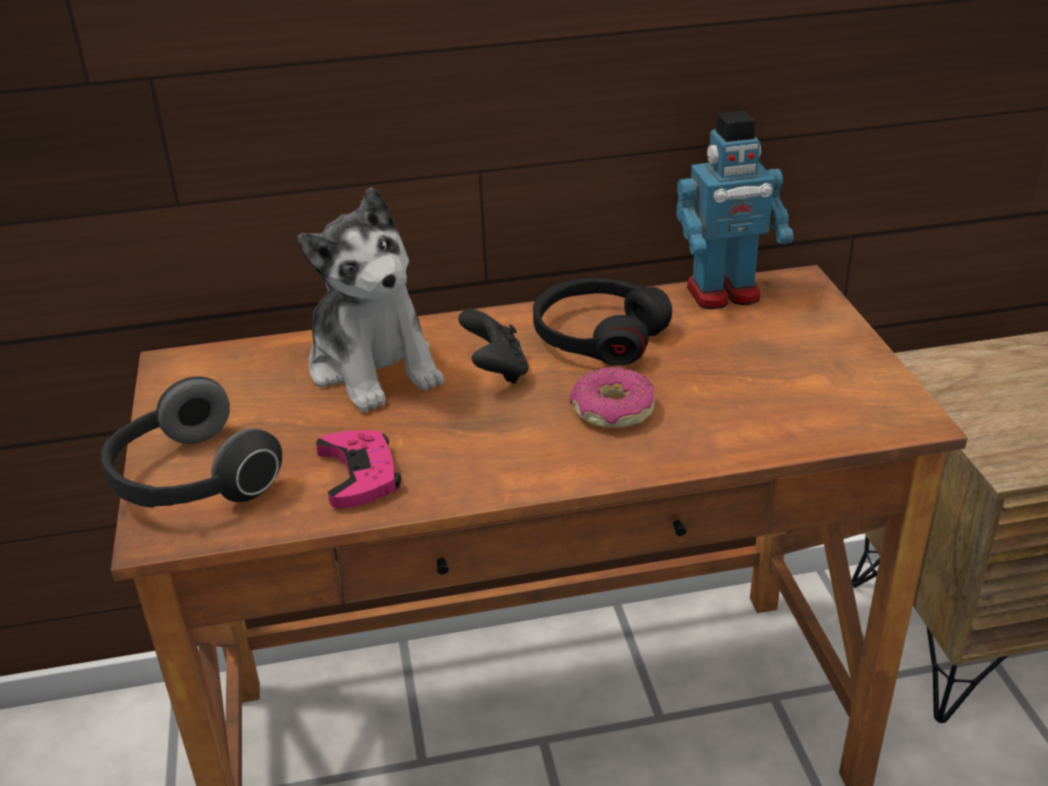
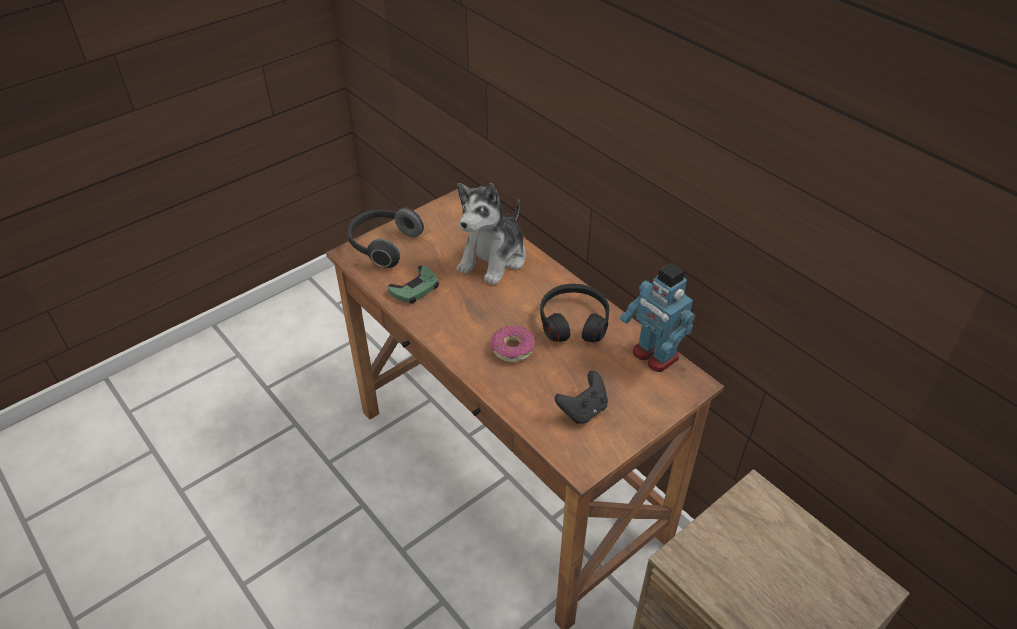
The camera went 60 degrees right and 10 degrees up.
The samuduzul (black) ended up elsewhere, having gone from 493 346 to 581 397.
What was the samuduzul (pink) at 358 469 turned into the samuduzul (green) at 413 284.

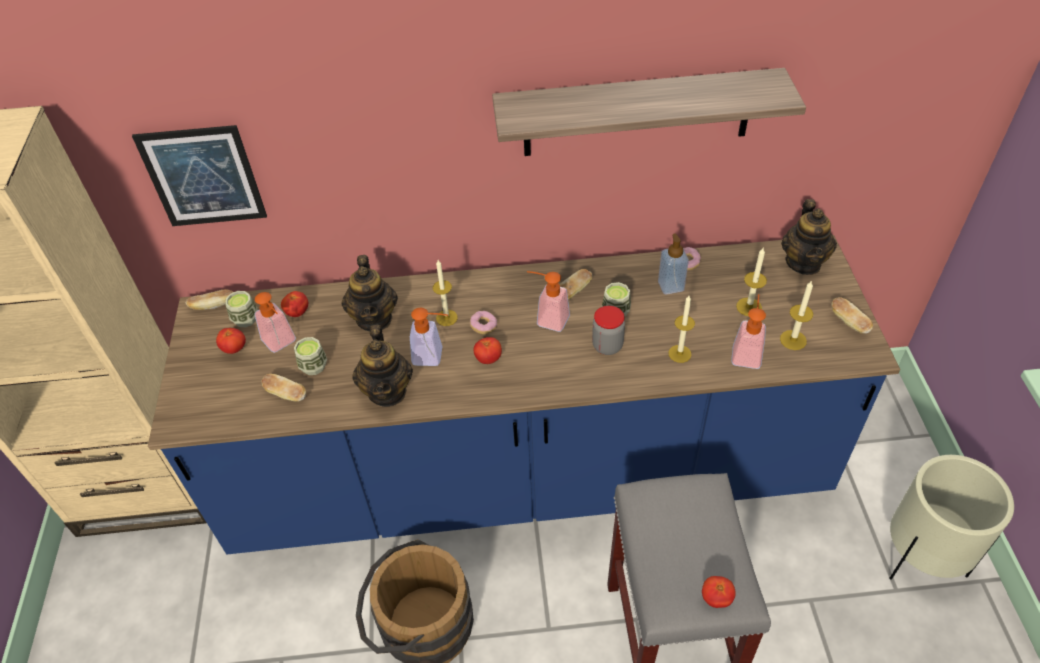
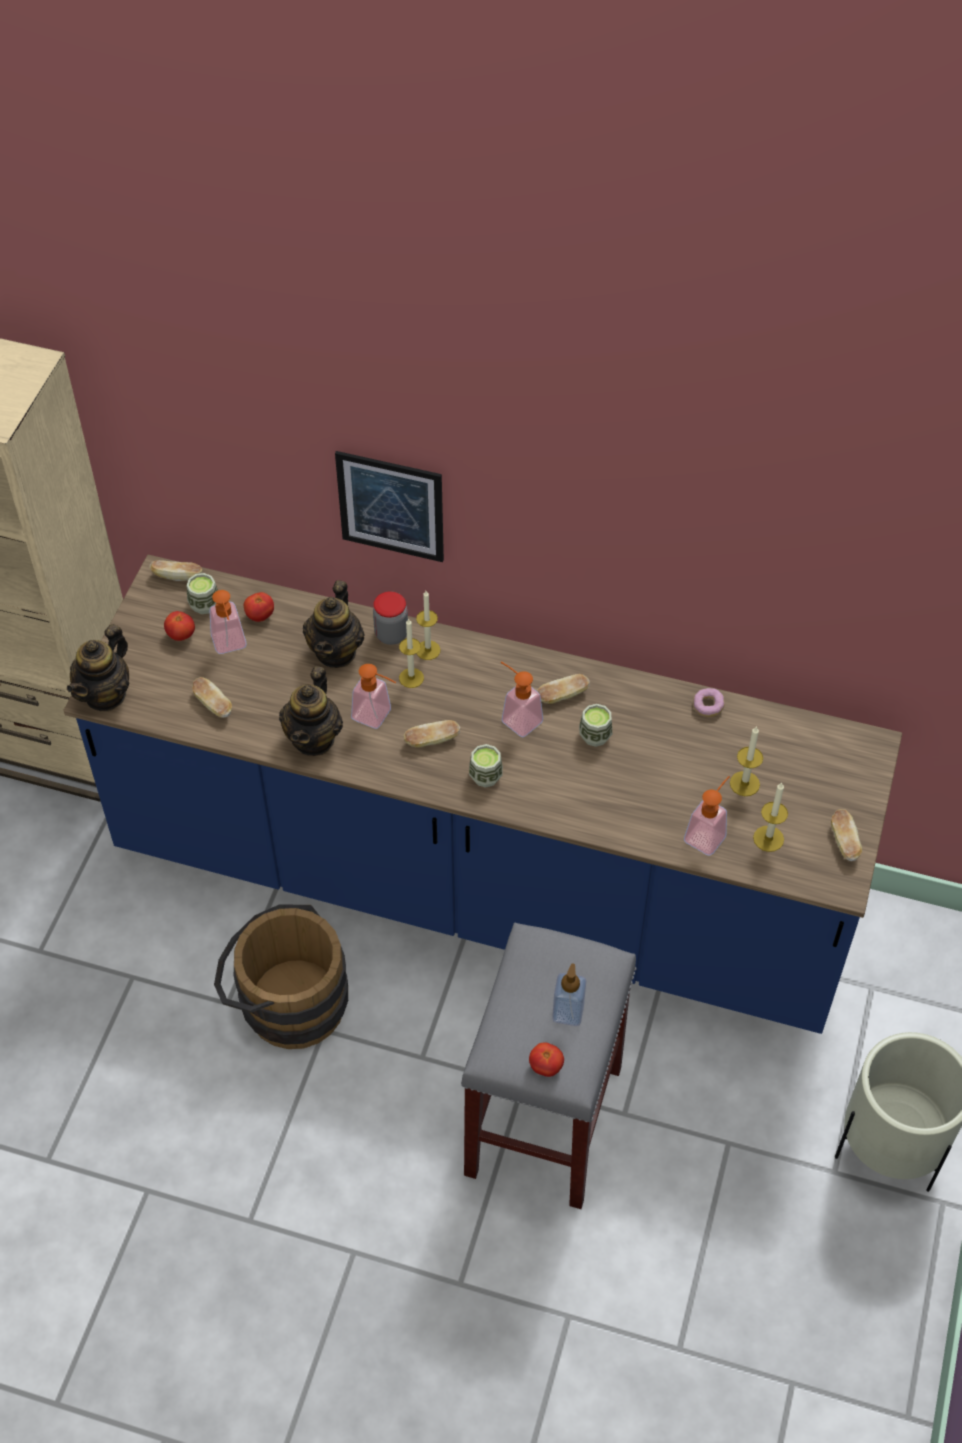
The camera went 20 degrees right and 5 degrees up.
The second view lost the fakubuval at 483 322.
The second view lost the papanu at 649 112.
The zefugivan ended up elsewhere, having gone from 199 175 to 389 506.
The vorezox ended up elsewhere, having gone from 310 356 to 486 766.
The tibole ended up elsewhere, having gone from 608 330 to 390 618.
The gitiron ended up elsewhere, having gone from 673 263 to 569 994.
The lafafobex ended up elsewhere, having gone from 681 329 to 428 625.
The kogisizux ended up elsewhere, having gone from 809 237 to 98 667.
Where the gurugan stood at 488 350, the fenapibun came to stand at 432 734.

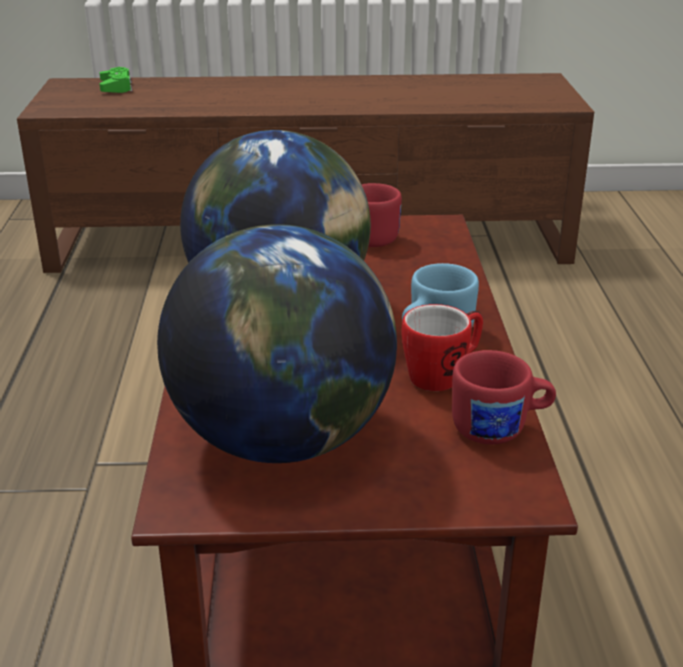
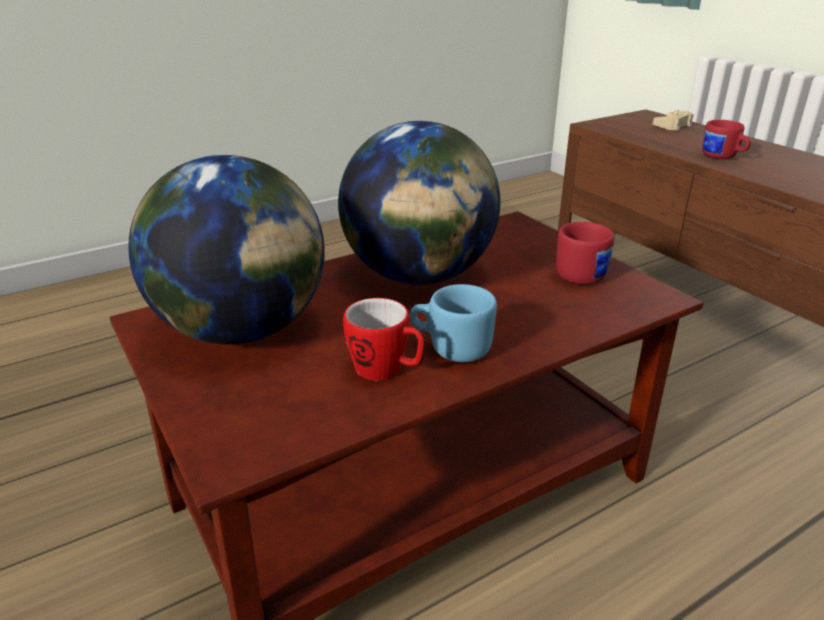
The camera went 60 degrees right and 0 degrees up.
The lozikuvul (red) ended up elsewhere, having gone from 504 397 to 726 139.
What was the samuduzul (green) at 116 80 turned into the samuduzul (beige) at 673 120.

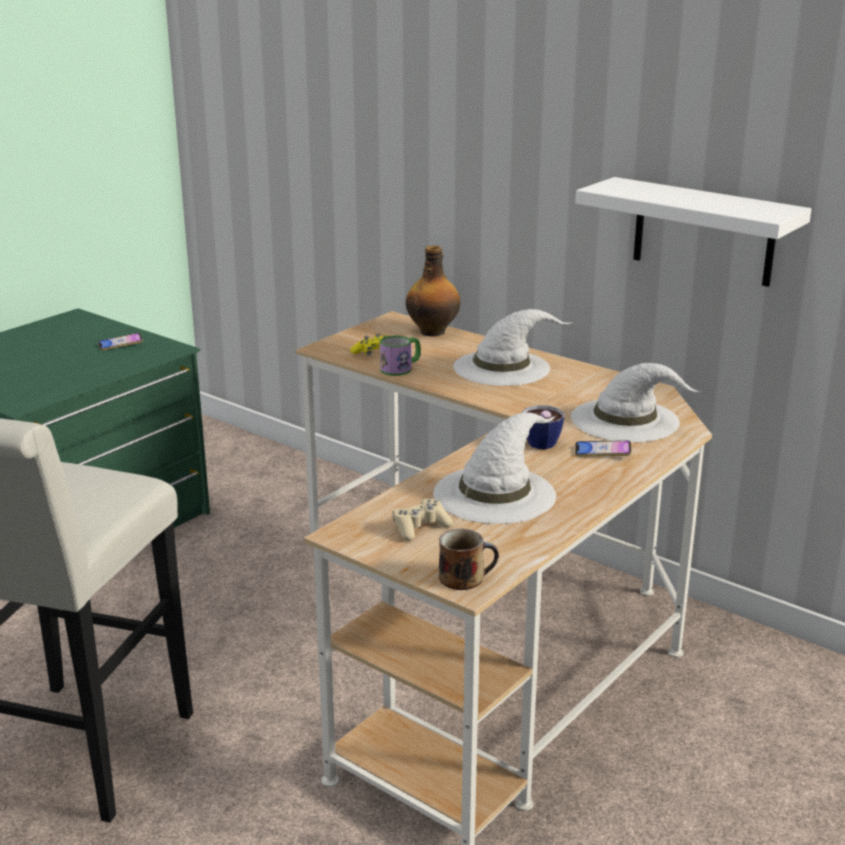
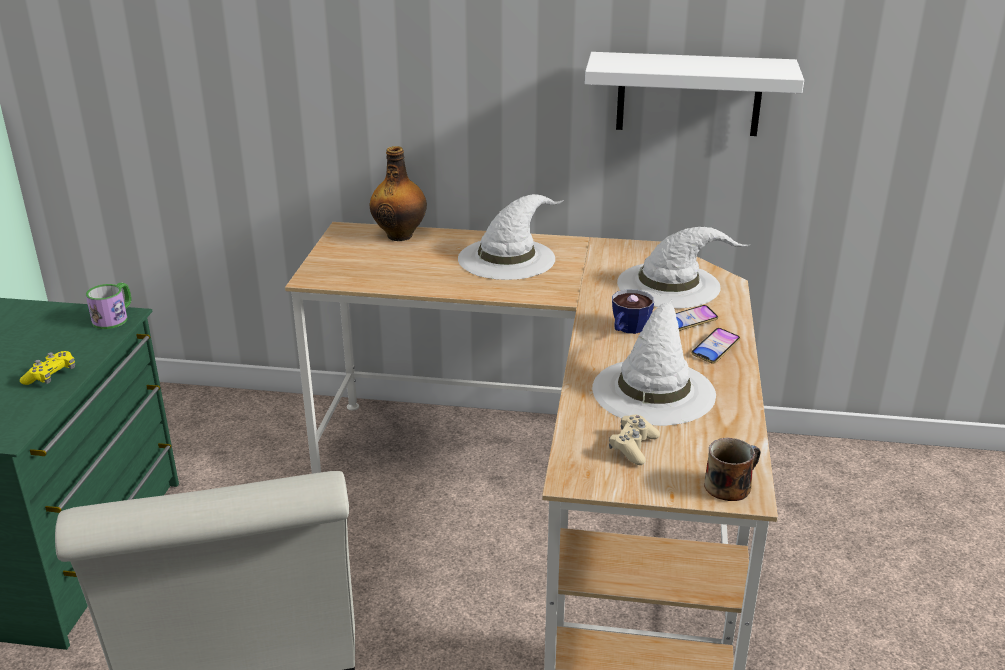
The camera went 30 degrees left and 5 degrees up.
The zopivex ended up elsewhere, having gone from 120 342 to 715 346.
The samuduzul (yellow) ended up elsewhere, having gone from 369 344 to 47 368.
The lozikuvul ended up elsewhere, having gone from 400 356 to 108 305.

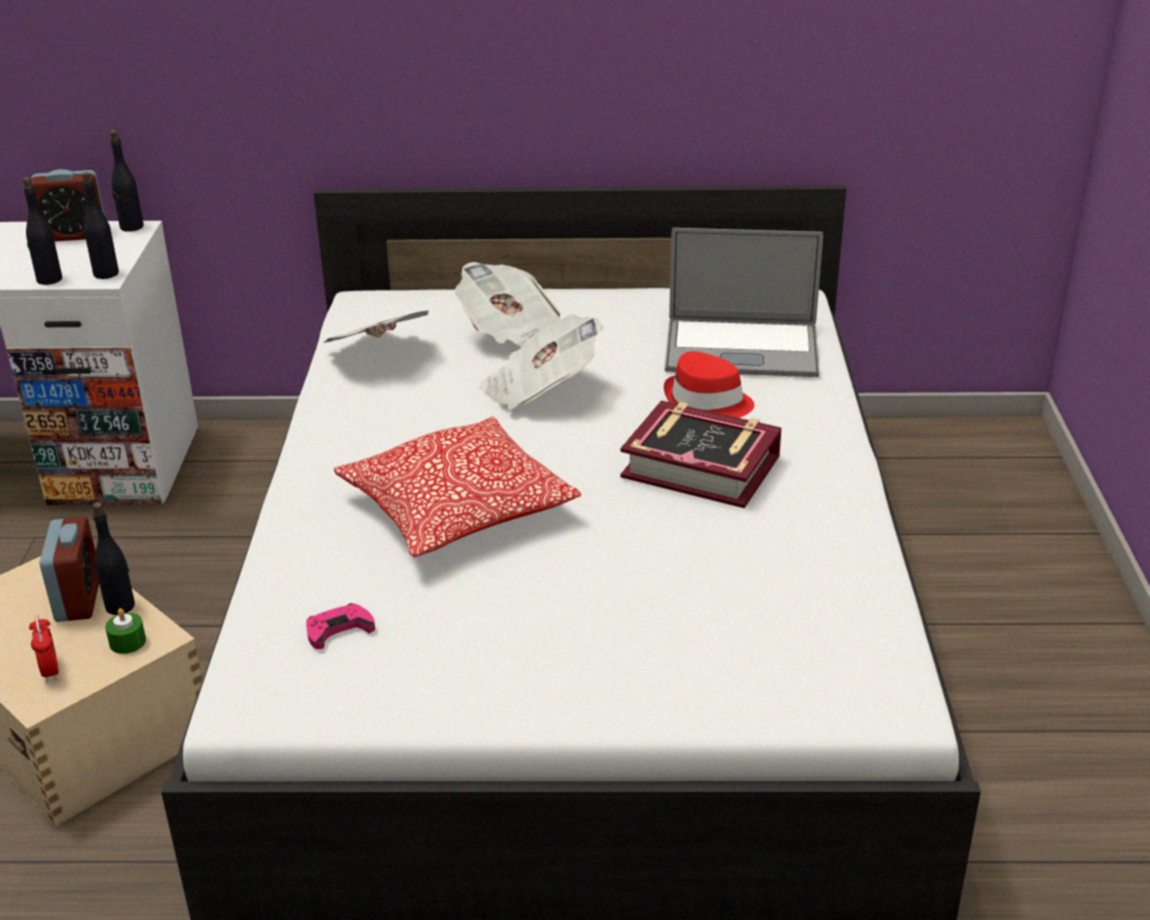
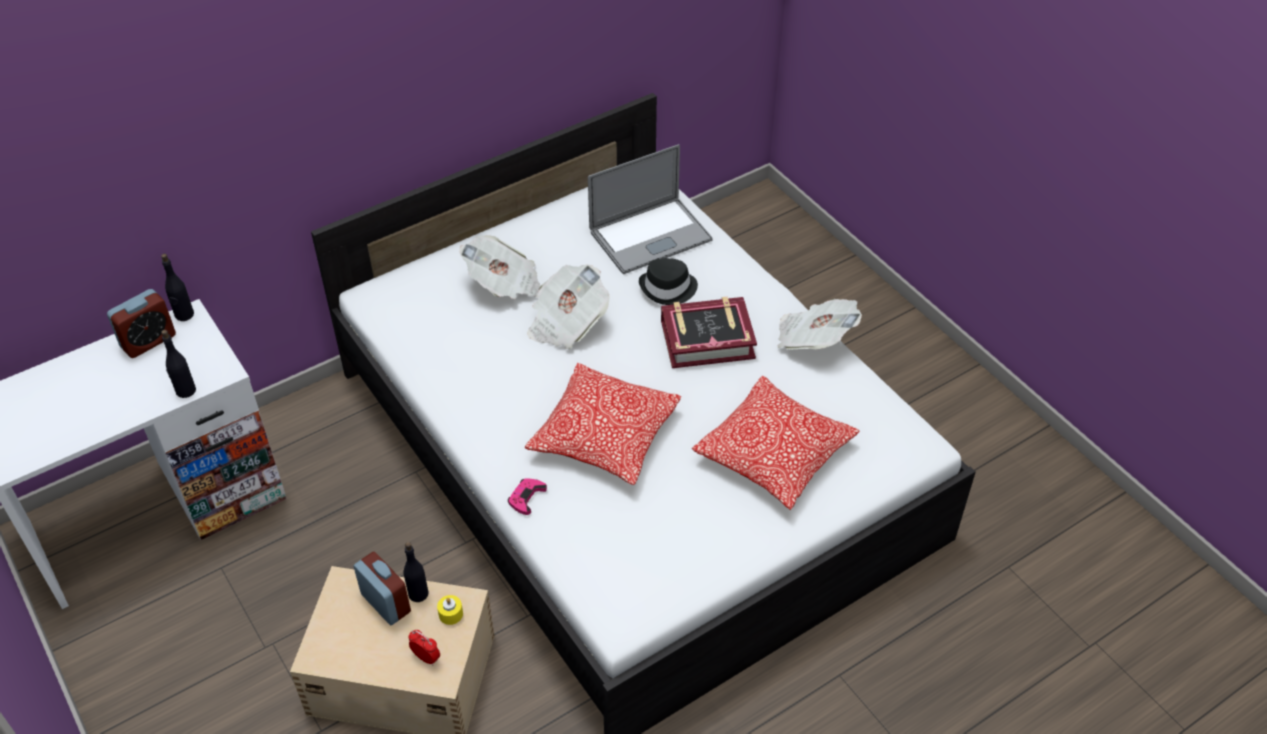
The camera went 35 degrees left and 15 degrees up.
The second view lost the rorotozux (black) at 100 225.
The second view gained the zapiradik at 776 443.
The samuduzul (pink) ended up elsewhere, having gone from 340 626 to 527 496.
The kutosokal ended up elsewhere, having gone from 376 327 to 819 324.
What was the lafafobex (green) at 125 631 turned into the lafafobex (yellow) at 450 610.
What was the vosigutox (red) at 709 384 turned into the vosigutox (black) at 668 281.

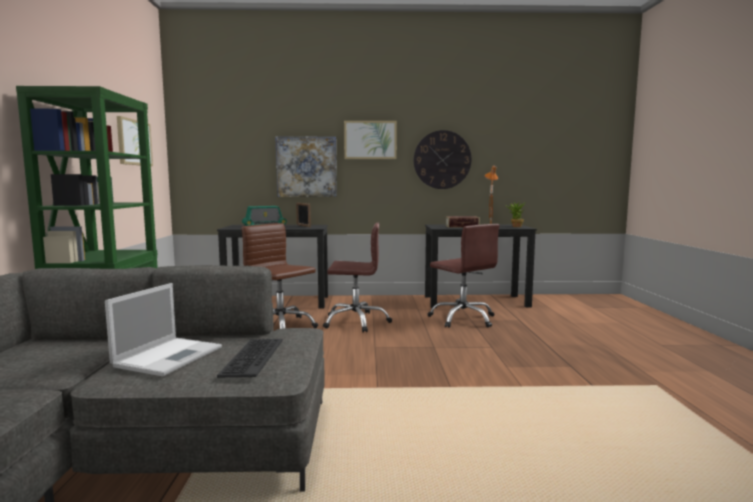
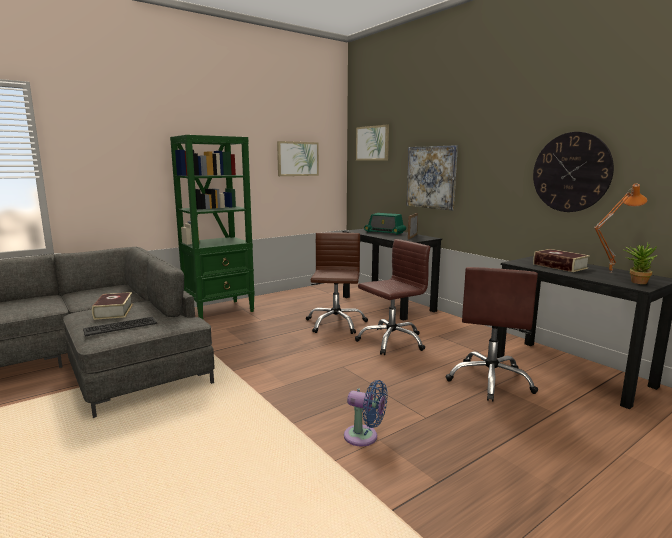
The camera went 55 degrees right and 5 degrees up.
The second view gained the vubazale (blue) at 366 413.
The zefugivan ended up elsewhere, having gone from 370 140 to 372 143.
Where the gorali stood at 163 329, the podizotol came to stand at 112 306.
The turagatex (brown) at 357 278 ended up facing another way, 90 degrees counterclockwise from before.

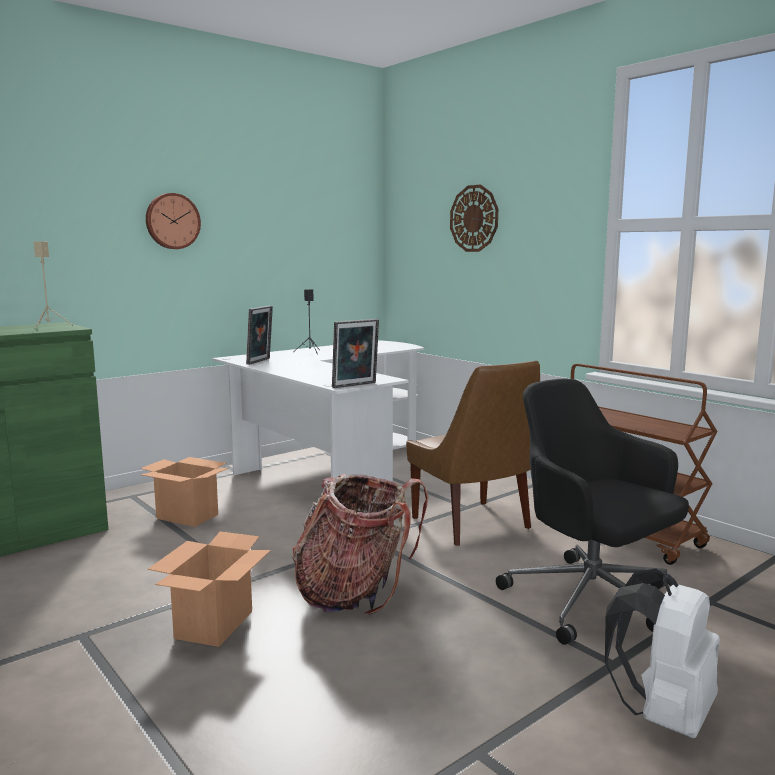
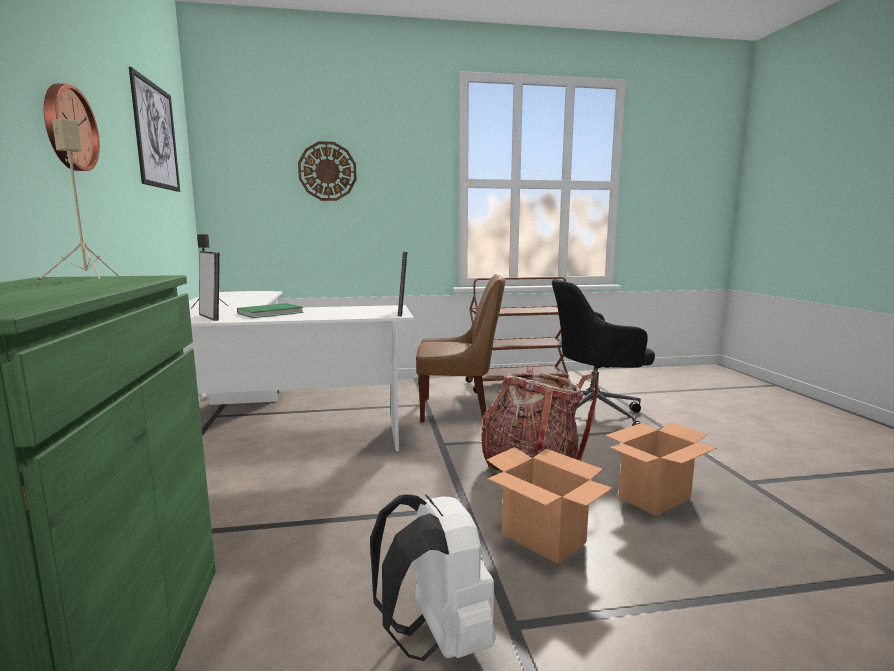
The camera went 60 degrees left and 0 degrees up.
The second view gained the zefugivan at 154 129.
The second view gained the podizotol (green) at 270 310.
The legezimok ended up elsewhere, having gone from 184 492 to 661 469.
The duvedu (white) ended up elsewhere, having gone from 662 653 to 433 577.

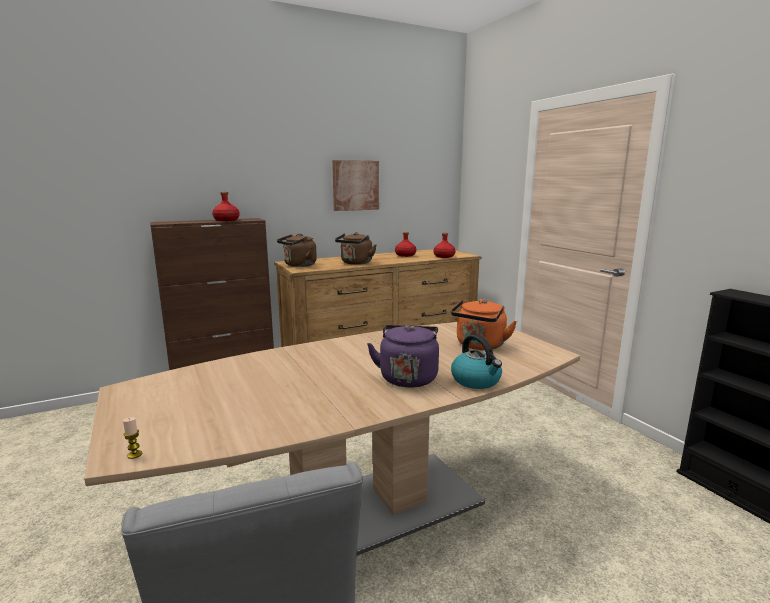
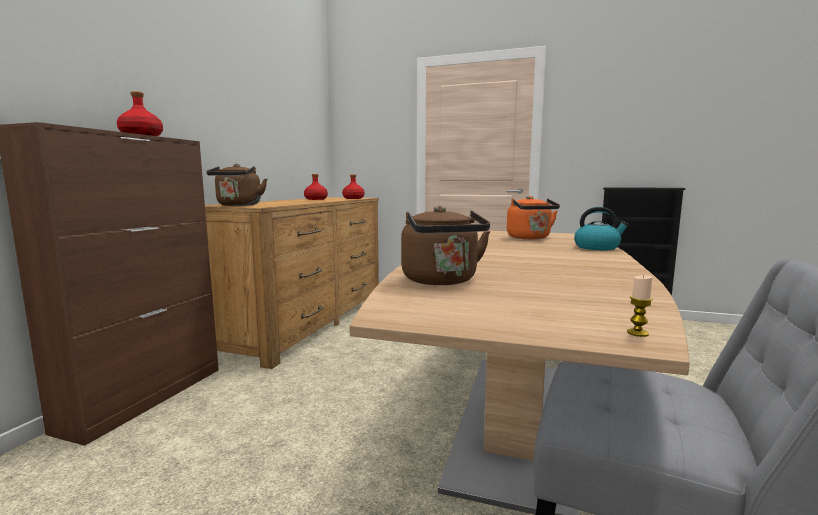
The camera went 45 degrees left and 5 degrees down.
The second view lost the zefugivan at 355 185.
The second view lost the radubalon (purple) at 403 356.
The radubalon (brown) ended up elsewhere, having gone from 356 248 to 445 245.

